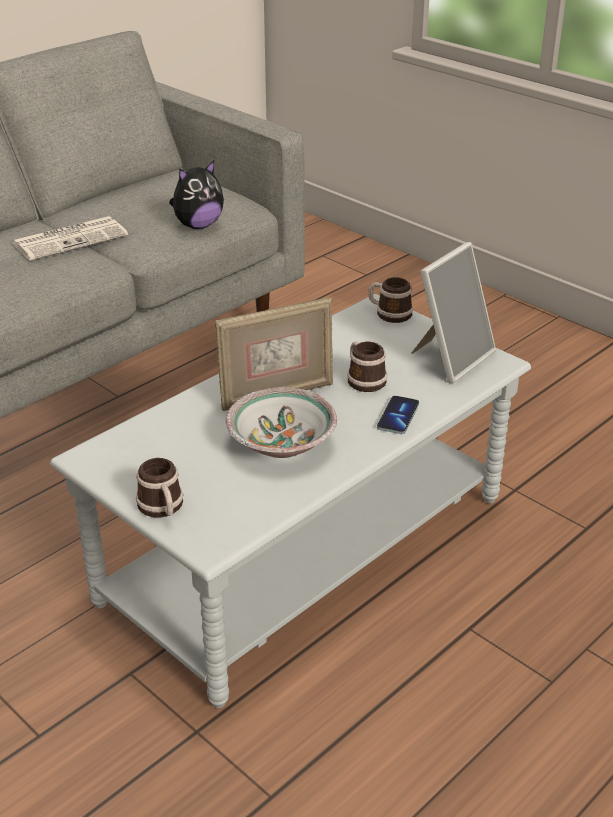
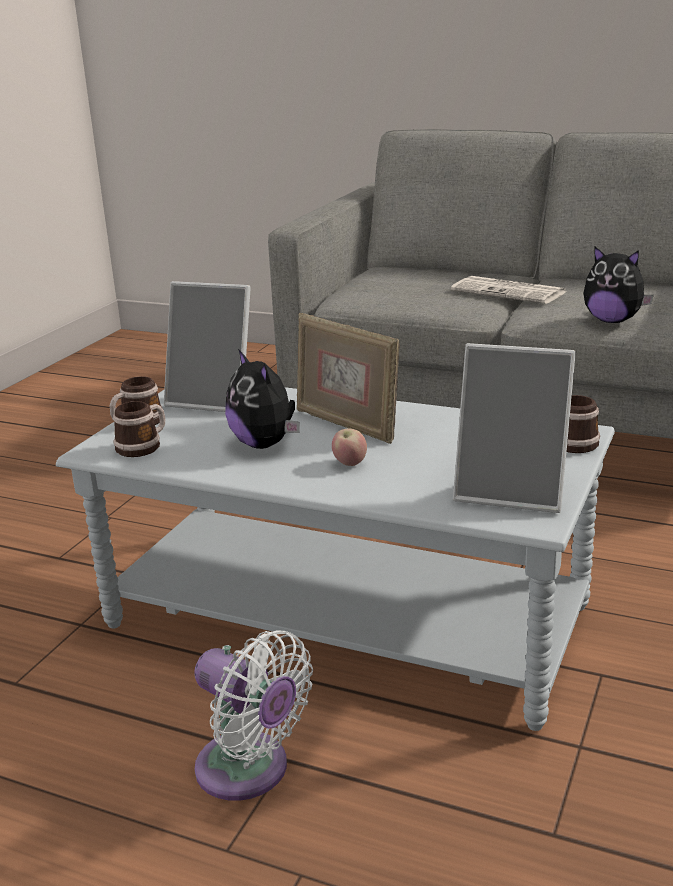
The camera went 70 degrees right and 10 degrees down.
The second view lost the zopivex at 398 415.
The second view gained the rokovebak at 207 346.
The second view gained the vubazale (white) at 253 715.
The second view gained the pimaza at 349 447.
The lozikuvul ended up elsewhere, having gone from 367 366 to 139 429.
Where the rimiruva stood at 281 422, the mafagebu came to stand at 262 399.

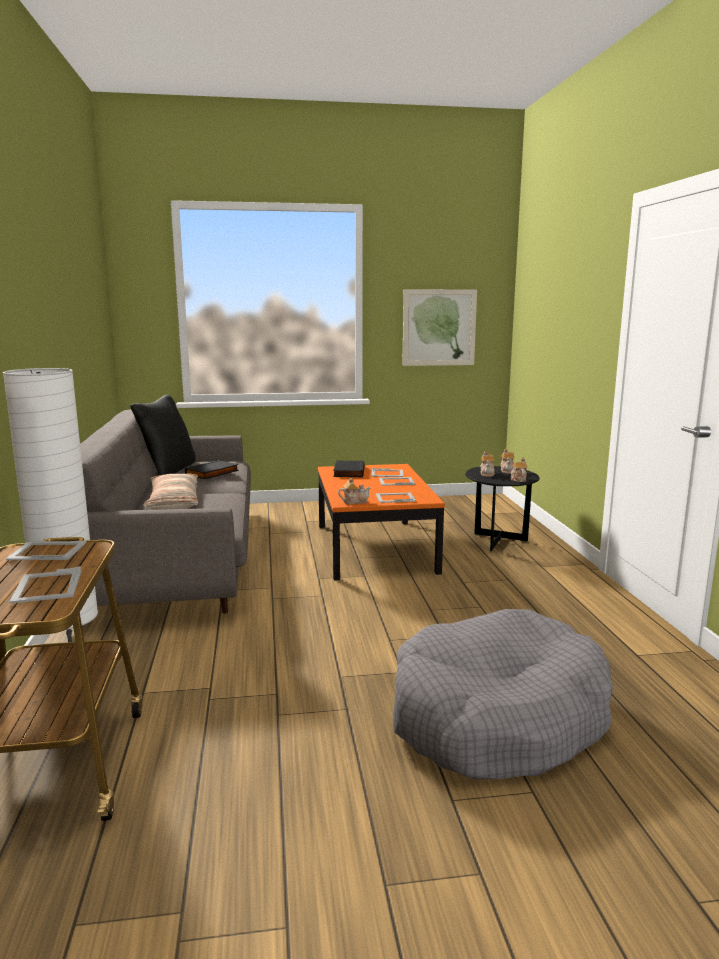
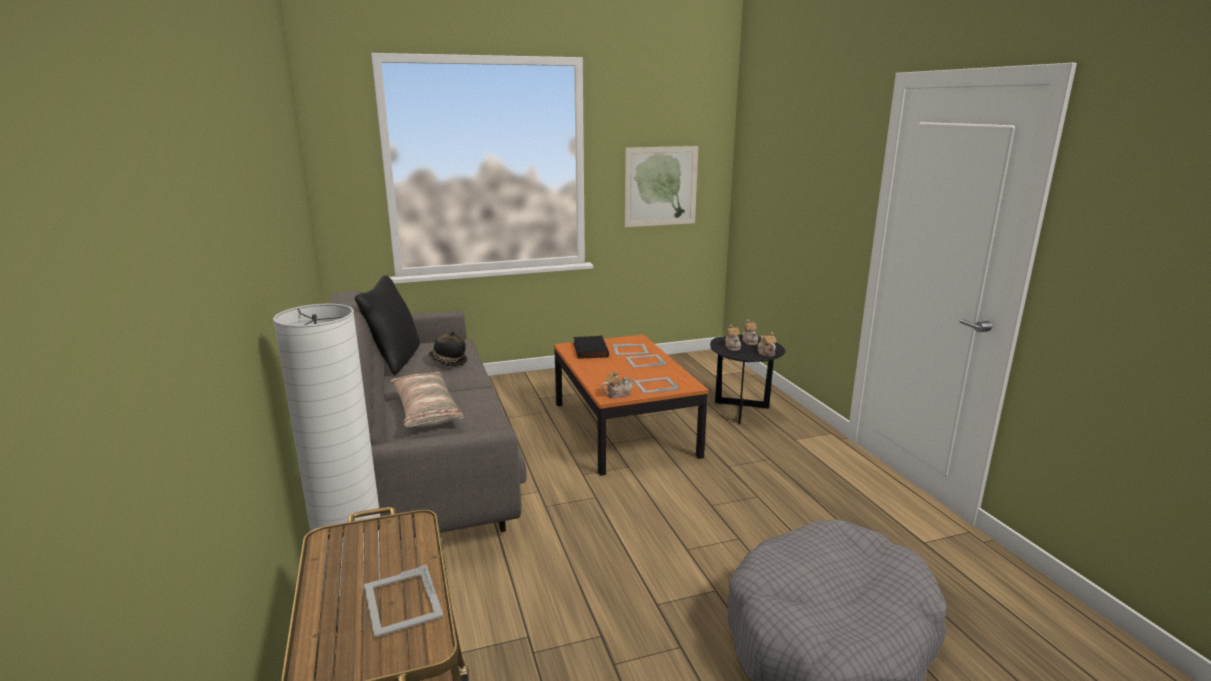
The camera went 10 degrees left and 5 degrees up.
The second view lost the rokovebak at 46 550.
Where the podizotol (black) stood at 212 469, the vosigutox came to stand at 447 348.

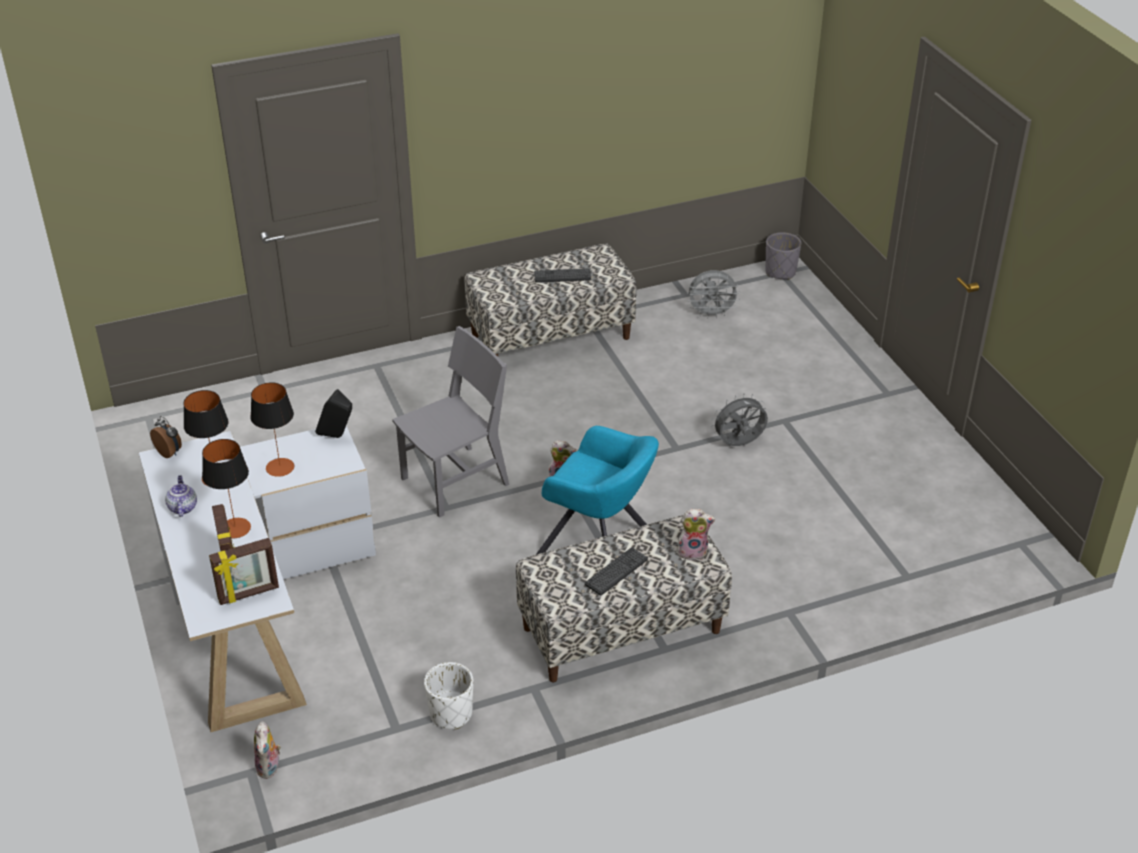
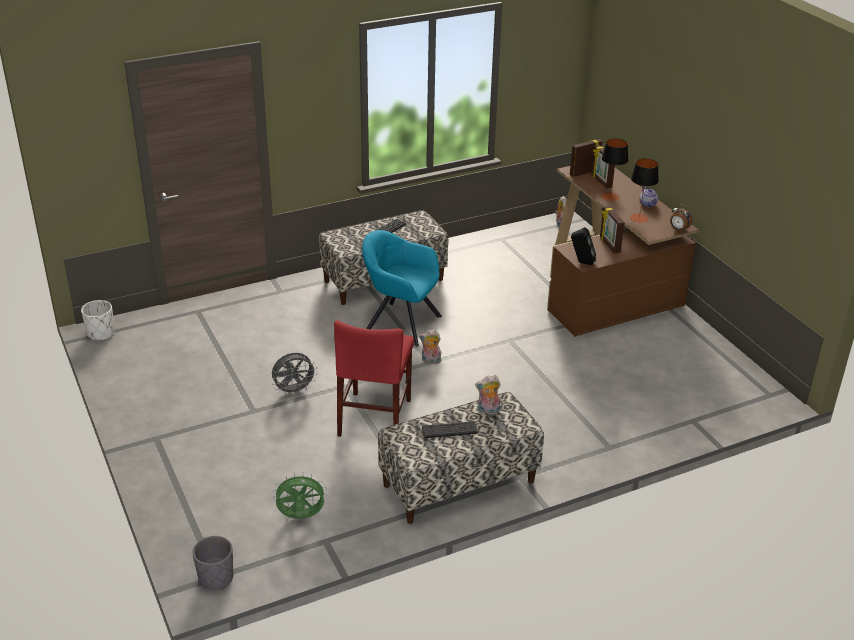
The camera went 175 degrees right and 5 degrees down.
The second view lost the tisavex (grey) at 450 422.
The second view gained the tisavex (red) at 374 378.
The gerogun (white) ended up elsewhere, having gone from 448 696 to 97 320.
The mafagebu ended up elsewhere, having gone from 696 535 to 488 395.
Where the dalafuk stood at 272 429, the rokovebak came to stand at 612 230.
What was the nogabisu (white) at 257 579 turned into the nogabisu (brown) at 623 251.
What was the vubazale (grey) at 713 294 turned into the vubazale (green) at 300 496.

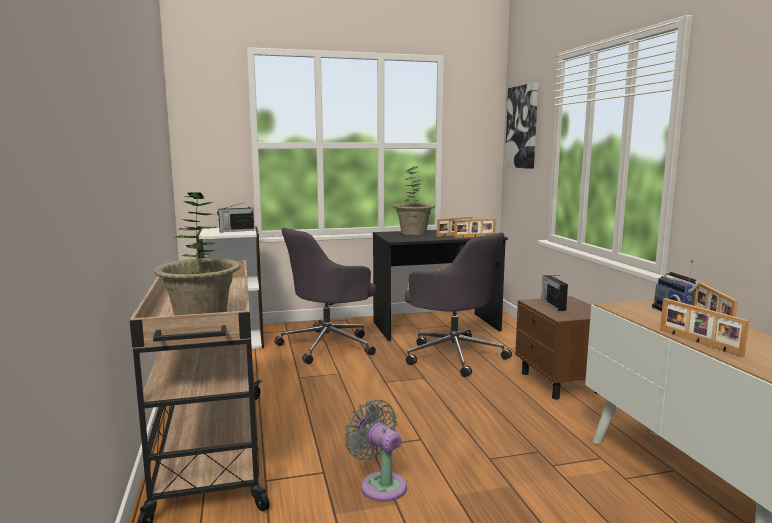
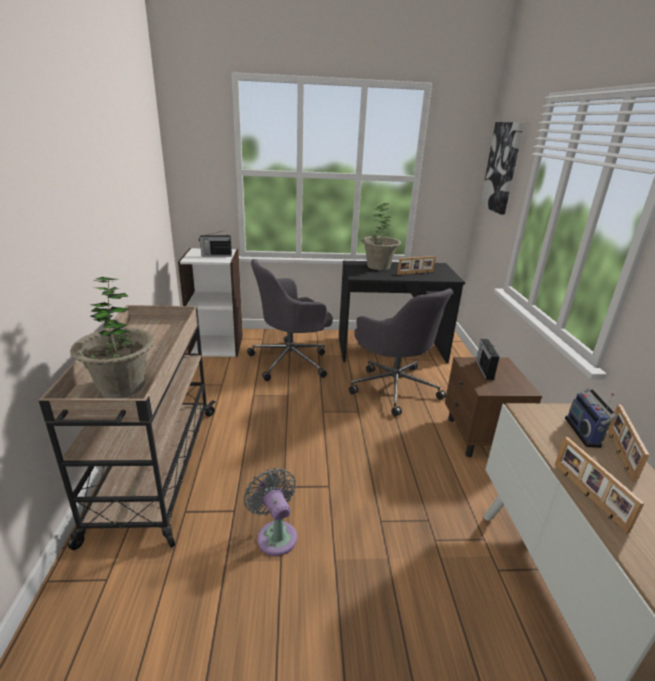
The camera went 10 degrees right and 15 degrees up.
The second view lost the rokovebak at 475 228.

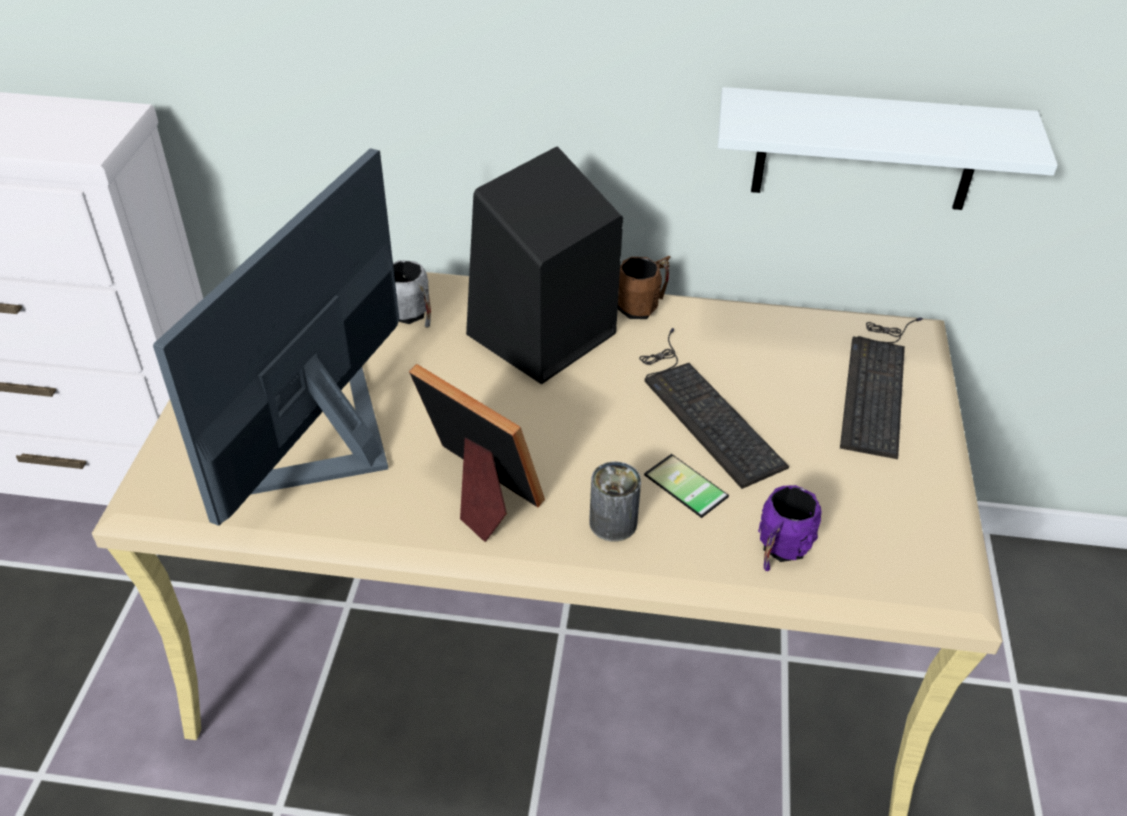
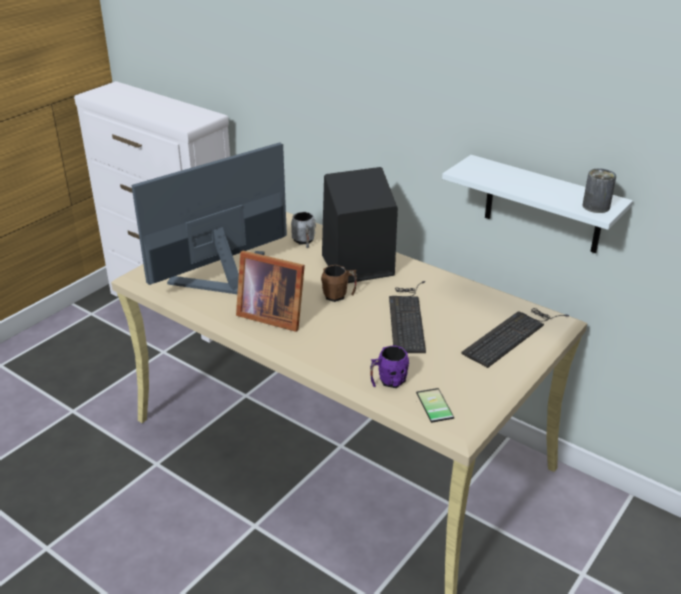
The camera went 30 degrees right and 10 degrees down.
The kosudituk ended up elsewhere, having gone from 615 501 to 599 191.
The lozikuvul (brown) ended up elsewhere, having gone from 644 287 to 339 283.
The zopivex ended up elsewhere, having gone from 686 486 to 435 405.
The rokovebak at 477 453 ended up facing another way, 135 degrees clockwise from before.

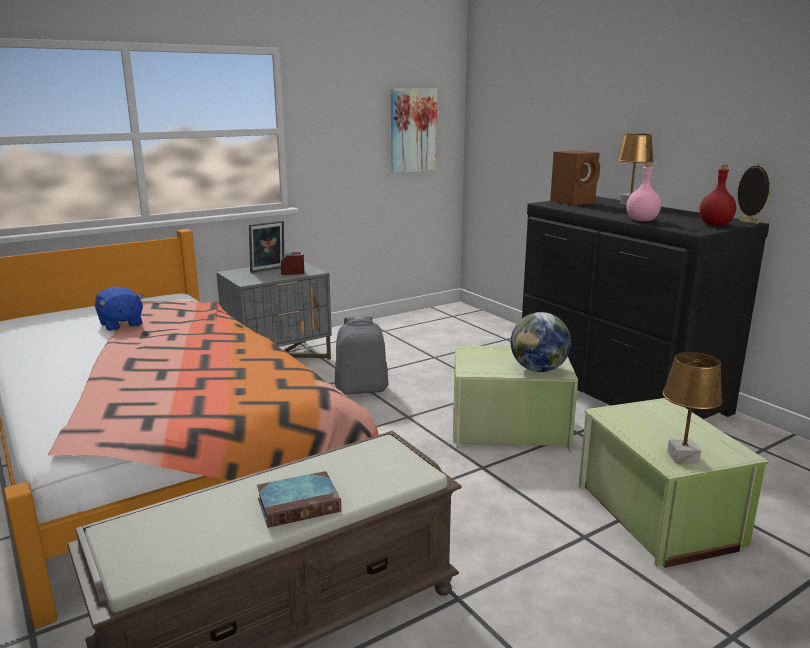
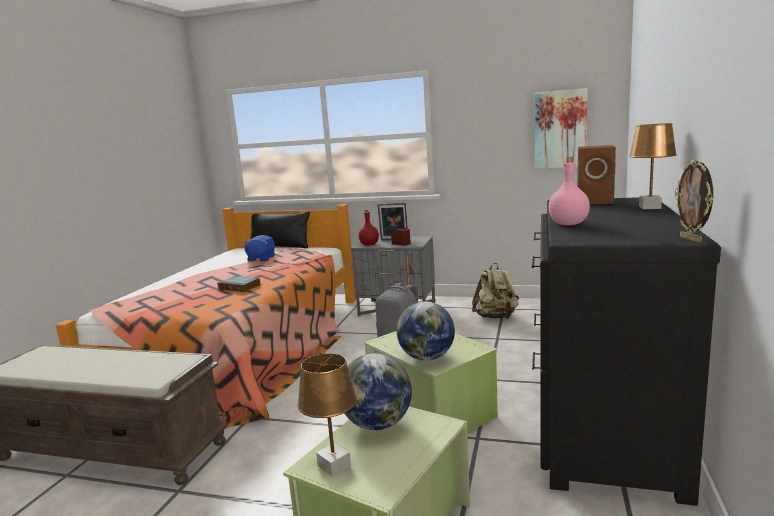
The camera went 50 degrees right and 5 degrees down.
The second view gained the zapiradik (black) at 280 229.
The second view gained the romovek at 378 391.
The second view gained the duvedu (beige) at 495 291.
The podizotol ended up elsewhere, having gone from 299 499 to 238 284.
The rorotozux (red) ended up elsewhere, having gone from 717 195 to 369 227.
The rokovebak at 754 193 ended up facing another way, 150 degrees clockwise from before.

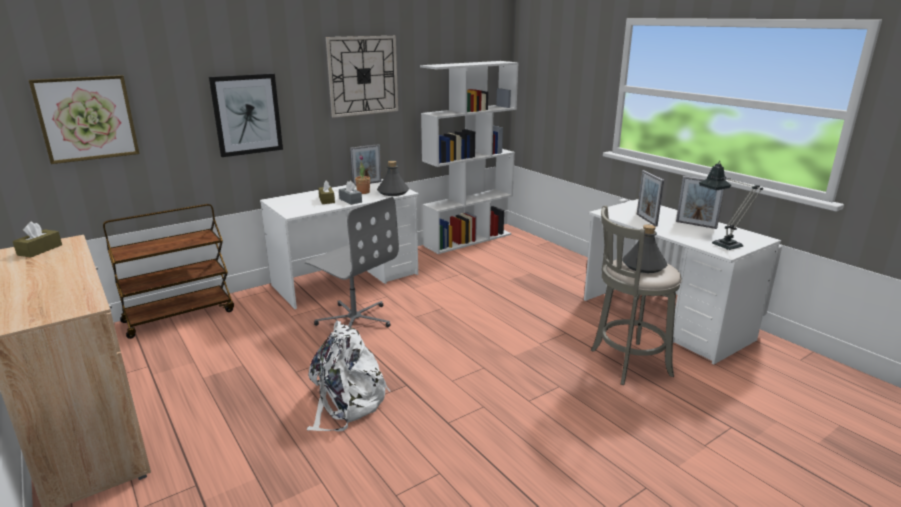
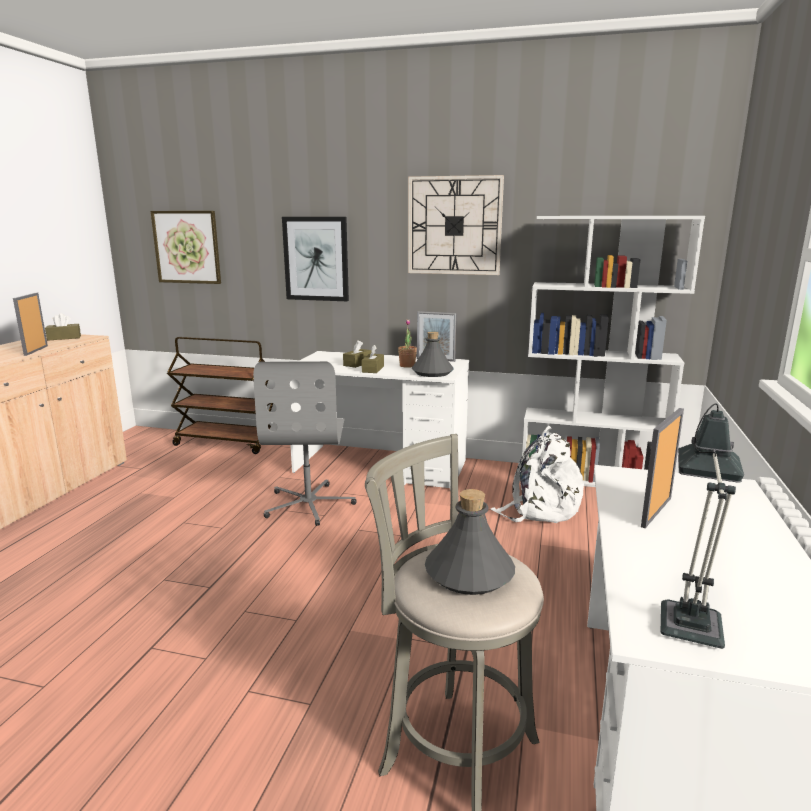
The camera went 50 degrees right and 5 degrees down.
The duvedu (white) ended up elsewhere, having gone from 348 375 to 537 474.
The rokovebak ended up elsewhere, having gone from 700 202 to 30 324.
What was the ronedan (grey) at 350 193 turned into the ronedan (brown) at 373 359.

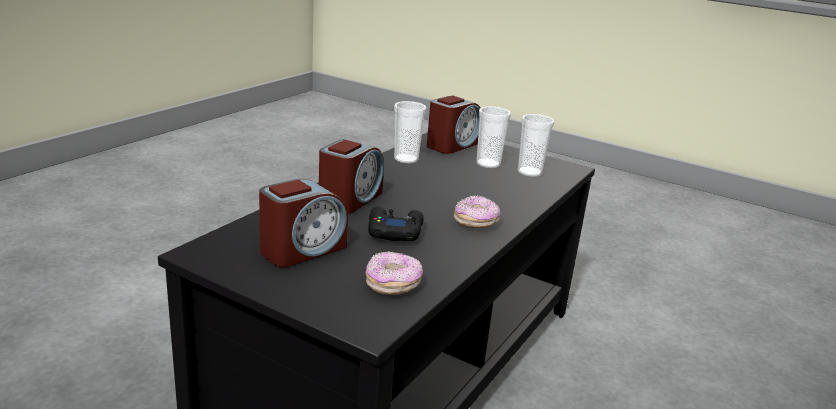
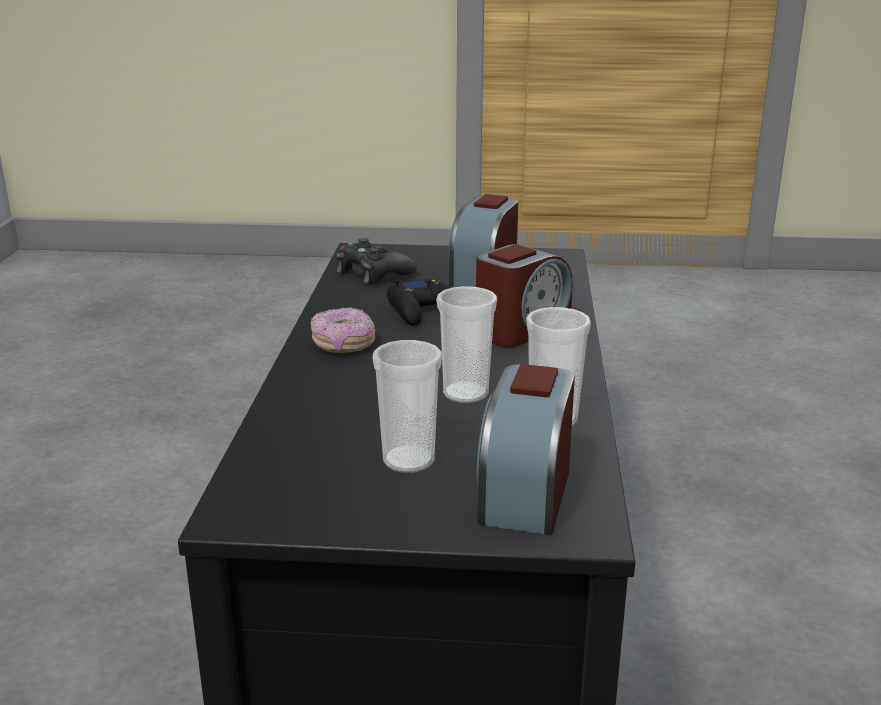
The camera went 155 degrees right and 0 degrees up.
The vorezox ended up elsewhere, having gone from 536 145 to 466 344.
Where the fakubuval stood at 394 273, the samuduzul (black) came to stand at 376 261.
The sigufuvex at 351 176 ended up facing another way, 135 degrees counterclockwise from before.

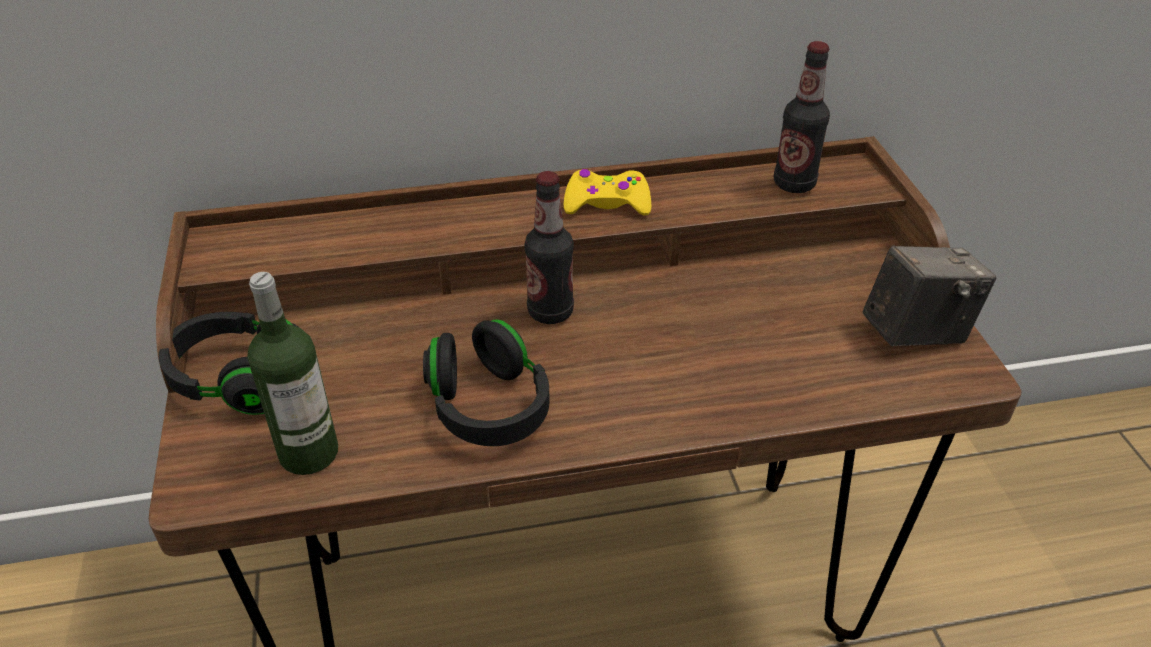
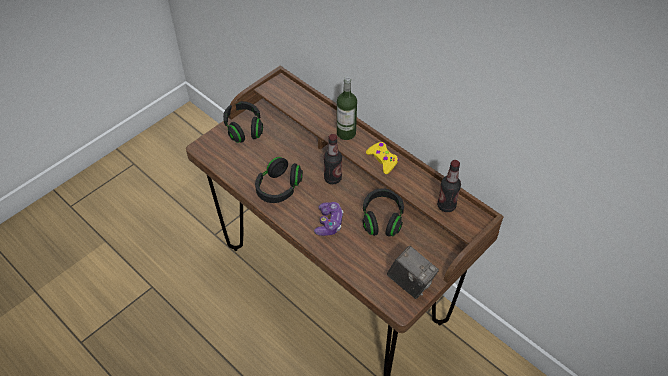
The camera went 55 degrees right and 10 degrees up.
The second view gained the samuduzul at 328 219.
The second view gained the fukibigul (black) at 383 212.
The rorotozux ended up elsewhere, having gone from 292 373 to 347 108.

